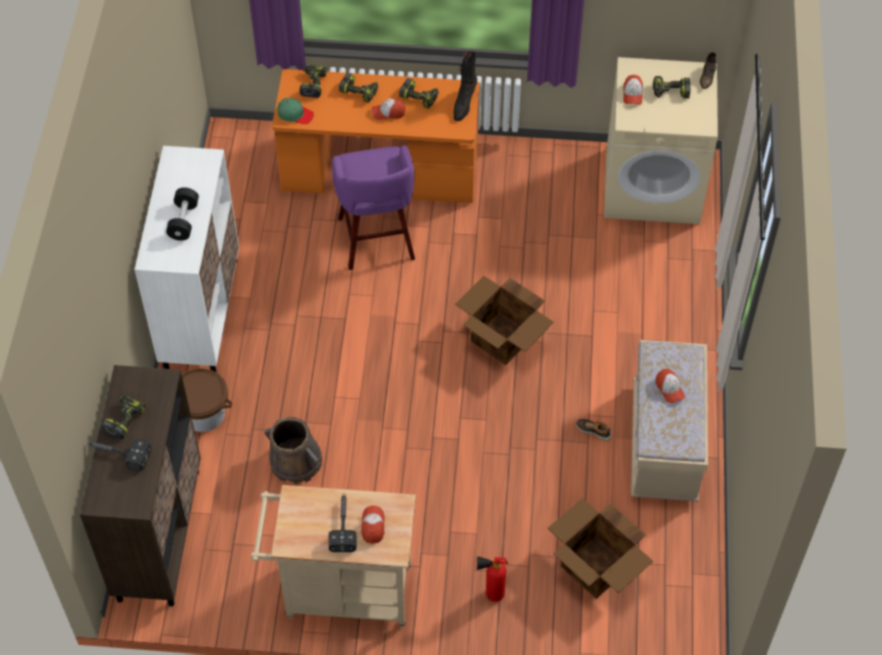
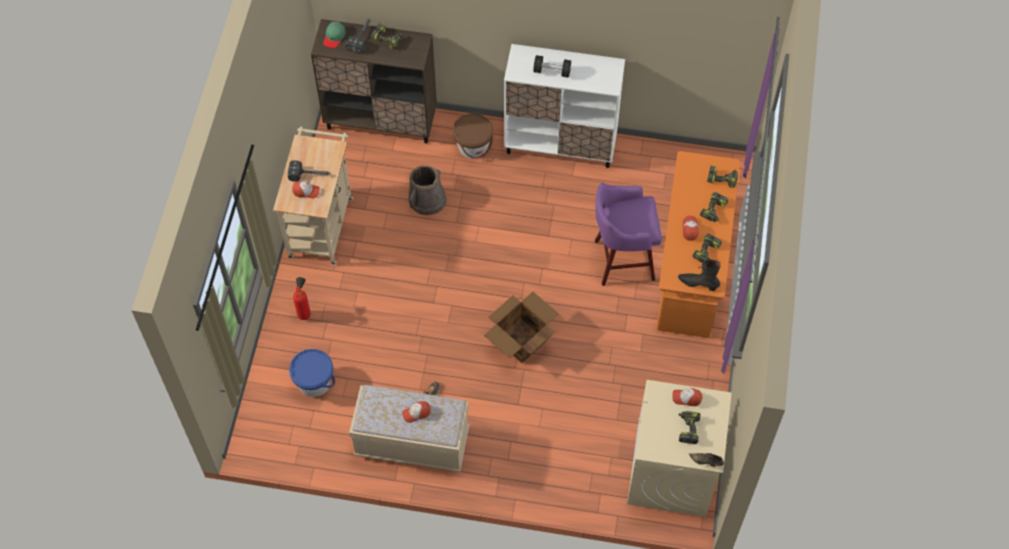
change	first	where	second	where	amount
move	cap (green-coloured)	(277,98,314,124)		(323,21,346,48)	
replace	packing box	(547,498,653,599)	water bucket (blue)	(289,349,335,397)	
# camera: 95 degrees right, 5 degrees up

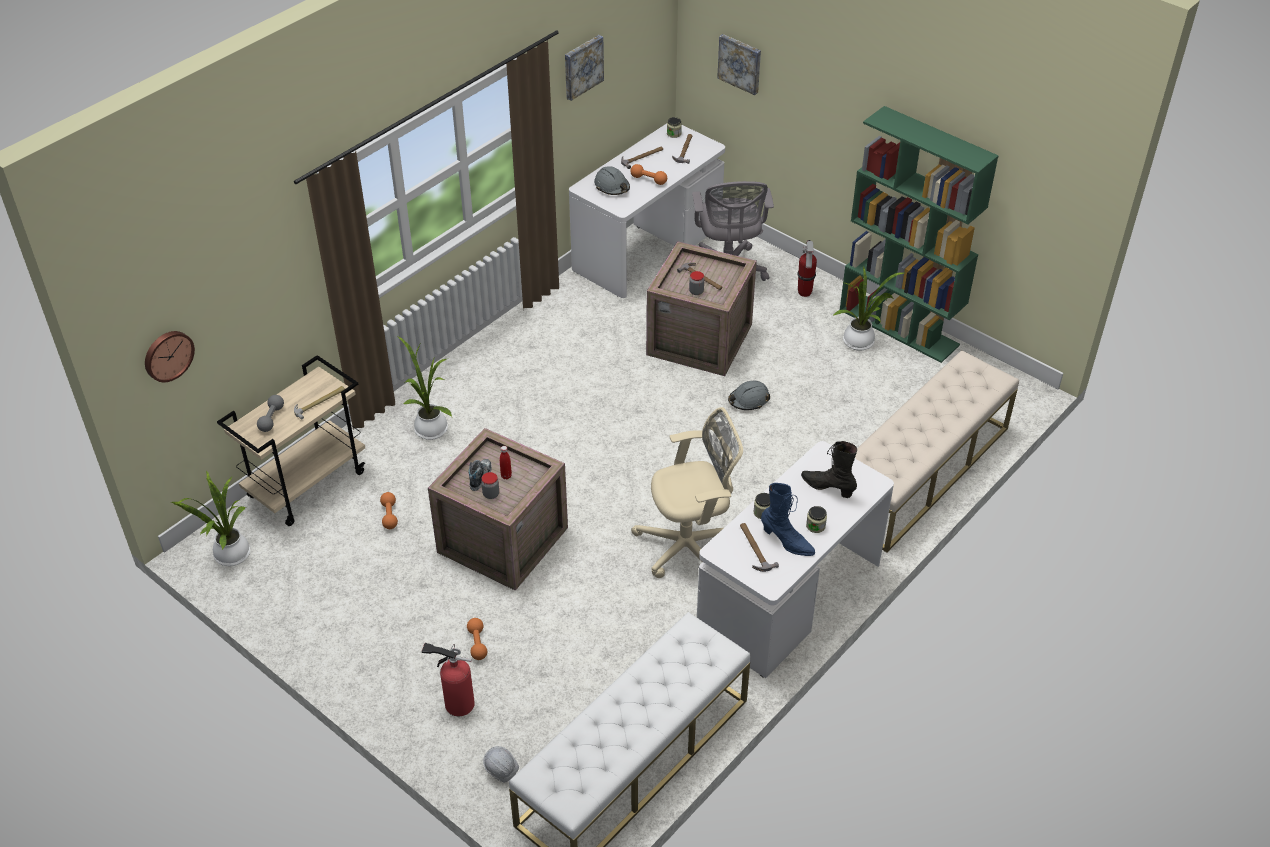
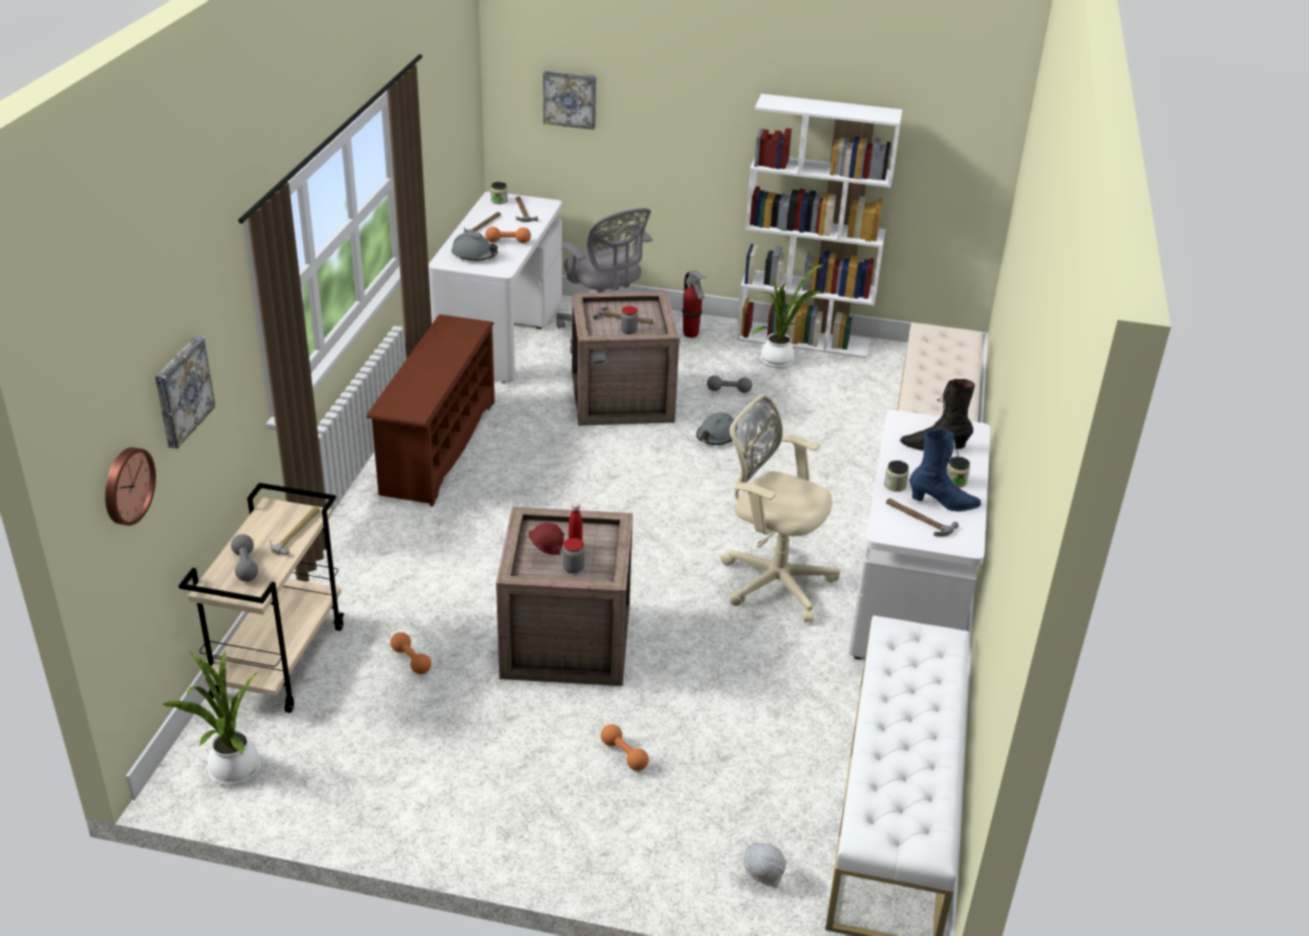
change	first	where	second	where	amount
delete	potted plant	(397,336,452,440)			
delete	extinguisher	(422,643,475,716)			
insert			shoe rack (brown)	(366,314,495,506)	
insert			dumbbell (grey)	(707,376,752,393)	
move	picture	(565,35,604,101)		(155,336,216,449)	
replace	item of footwear	(468,459,492,491)	work helmet (red)	(529,523,564,555)	
recolor	shelving unit (green-coloured)	(840,106,999,363)	shelving unit (white)	(736,94,902,359)	
rotate	desk chair (beige-coloured)	(631,407,743,578)		(721,394,841,623)	105 degrees counterclockwise
# camera: 30 degrees left, 10 degrees down

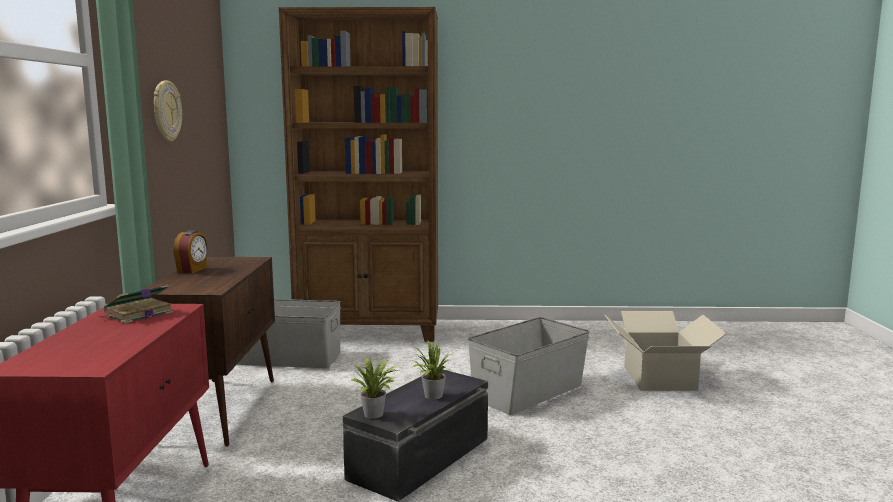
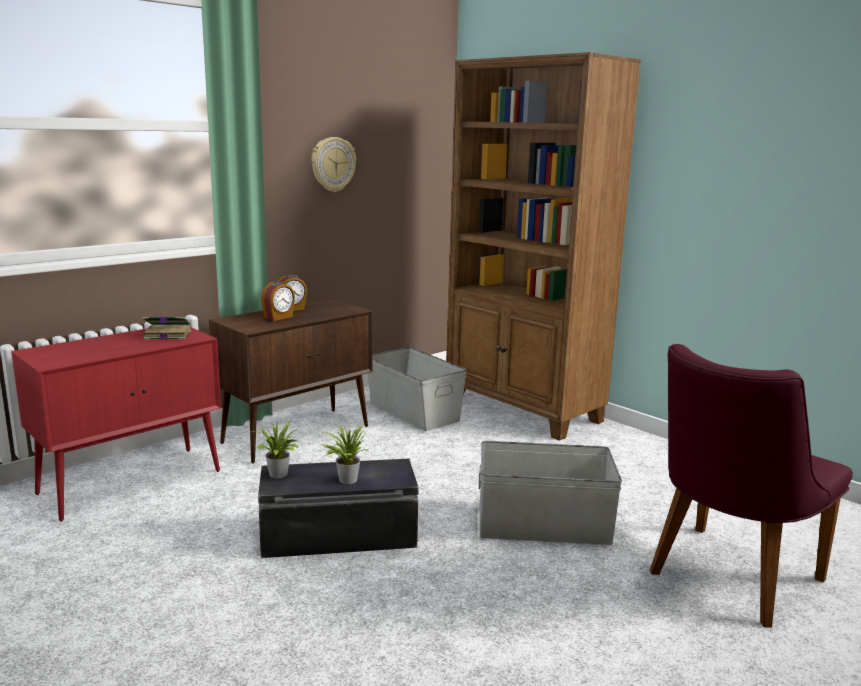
change	first	where	second	where	amount
insert			bedside clock	(261,281,295,321)	
replace	packing box	(605,311,727,391)	plain chair (purple)	(650,344,853,628)	
# camera: 45 degrees right, 5 degrees up

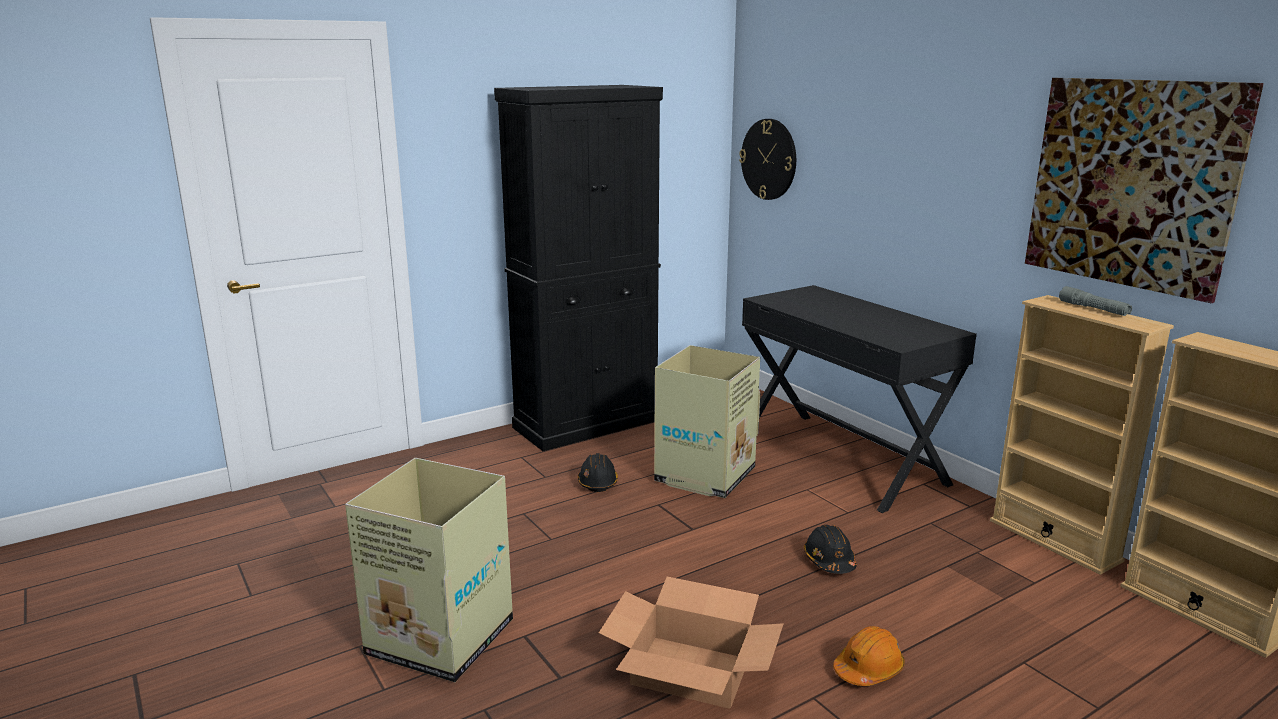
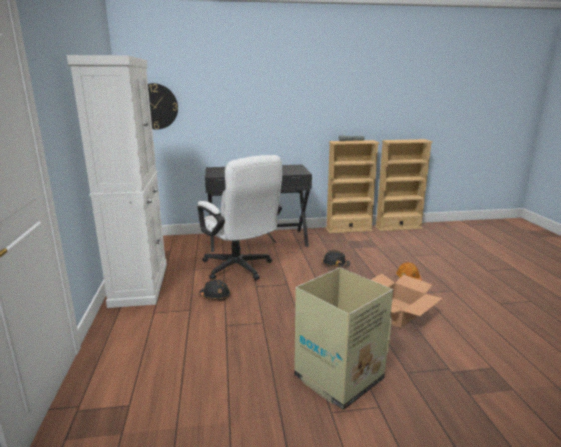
change	first	where	second	where	amount
delete	picture	(1025,78,1264,303)			
replace	packing box	(654,345,760,498)	desk chair (white)	(197,155,282,280)	
recolor	cabinet (black)	(494,85,663,451)	cabinet (white)	(67,55,167,308)	
# camera: 65 degrees left, 0 degrees up

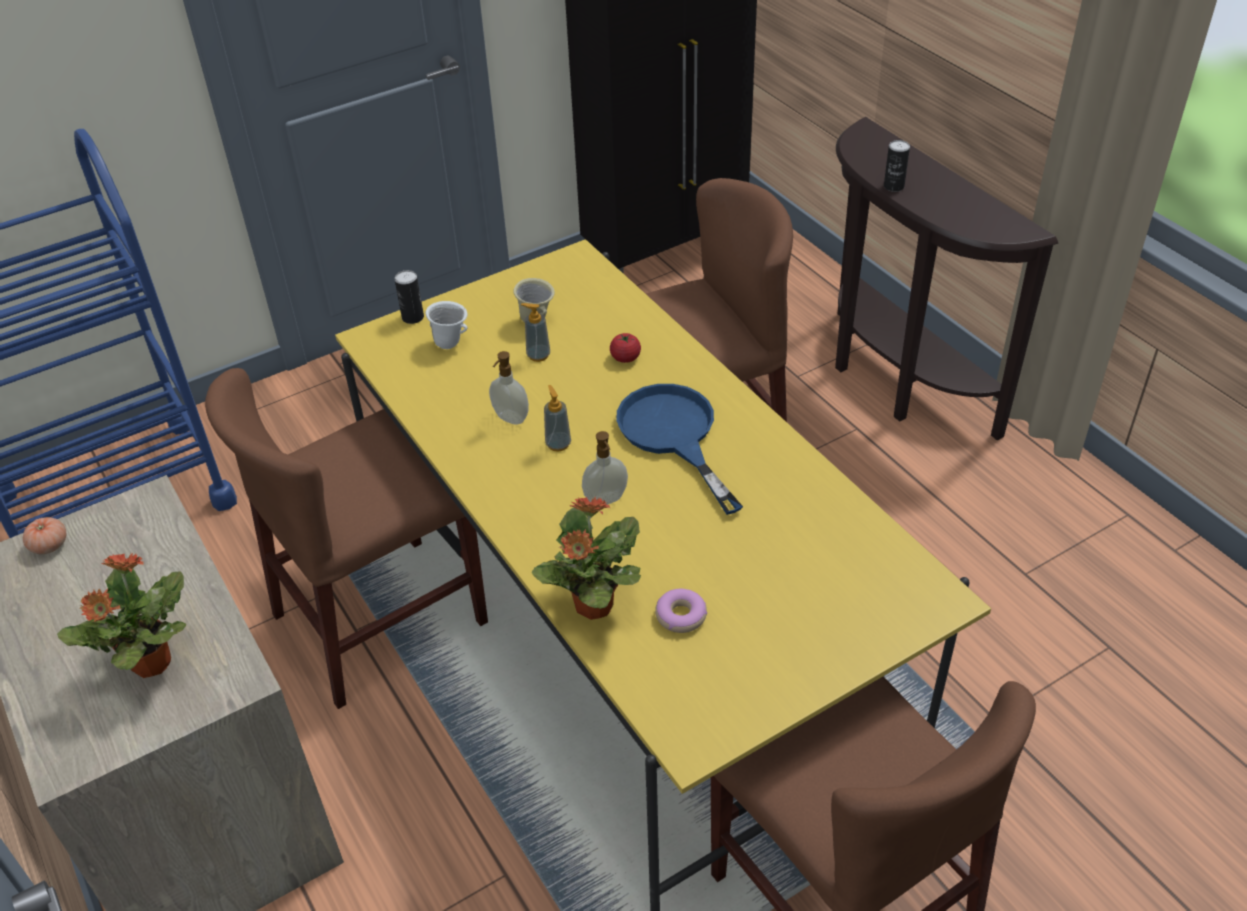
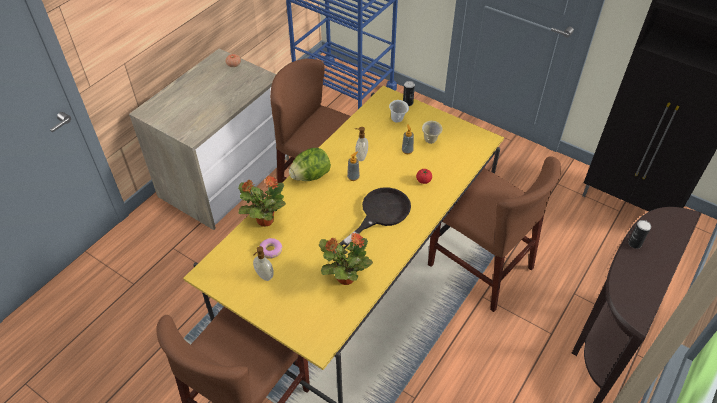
change	first	where	second	where	amount
insert			lettuce head	(289,148,331,181)	
move	potted plant	(57,553,187,678)		(319,233,373,285)	
move	soap bottle	(582,431,628,505)		(253,246,274,281)	
recolor	frying pan (blue)	(616,384,743,515)	frying pan (black)	(340,187,411,249)	
# camera: 65 degrees right, 5 degrees up

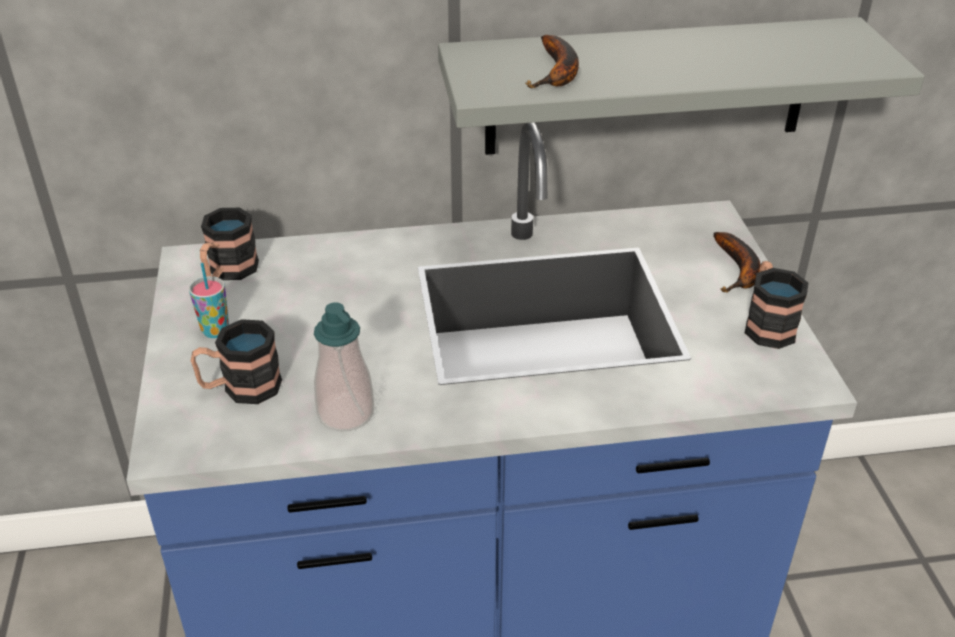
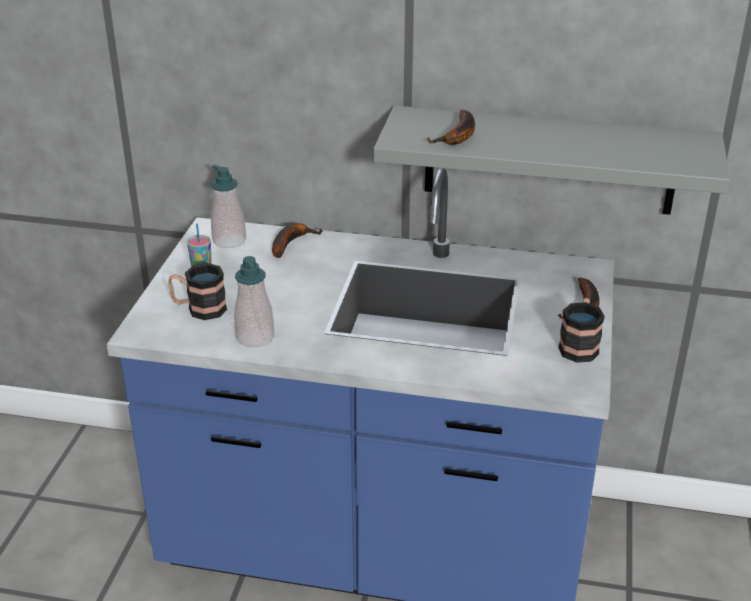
change	first	where	second	where	amount
insert			whole banana	(272,223,323,258)	
replace	mug	(200,208,259,280)	soap bottle	(211,165,246,248)	
# camera: 20 degrees right, 5 degrees down

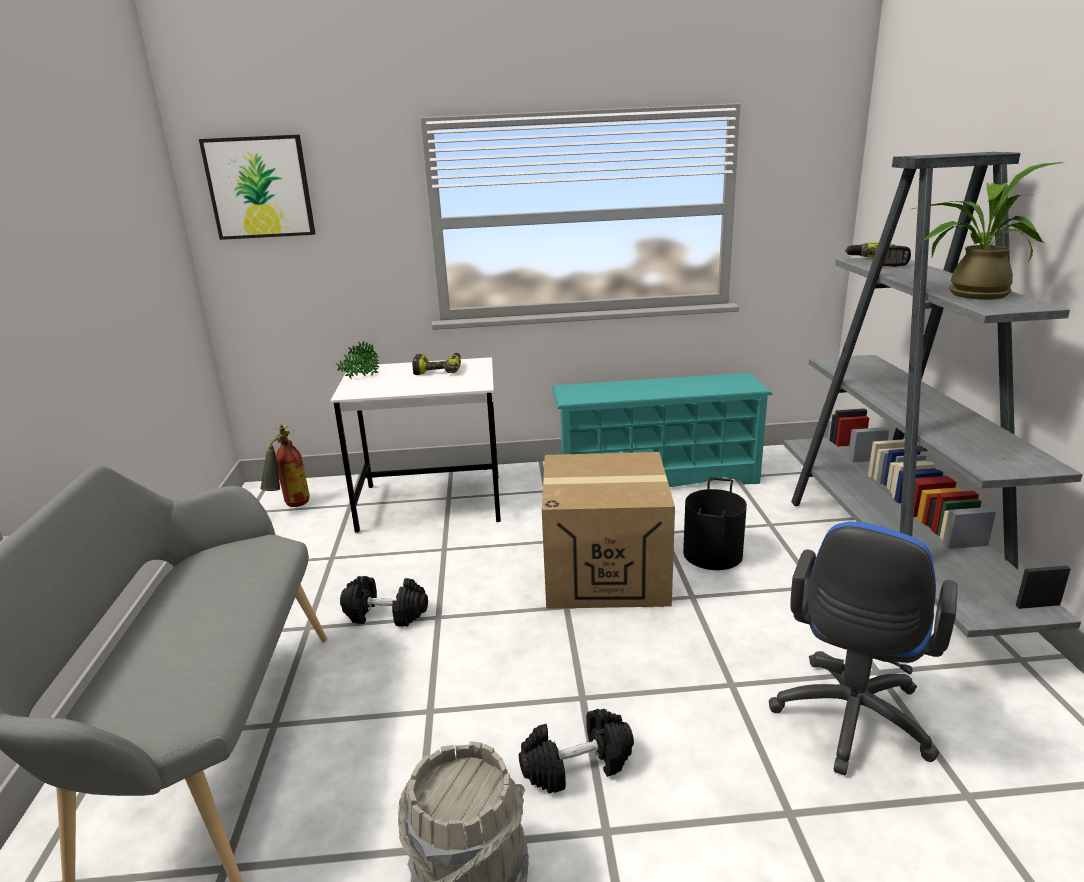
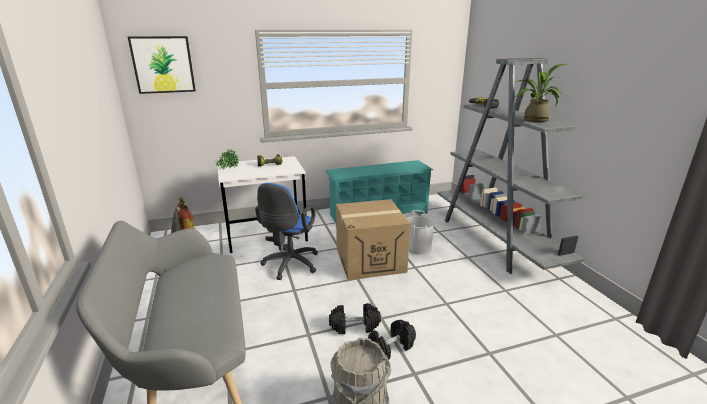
change	first	where	second	where	amount
move	dumbbell (black)	(340,576,428,626)		(329,303,381,334)	
move	desk chair (blue)	(769,522,958,775)		(255,183,318,280)	
recolor	water bucket (black)	(683,477,747,570)	water bucket (white)	(407,210,434,254)	
# camera: 15 degrees left, 0 degrees up

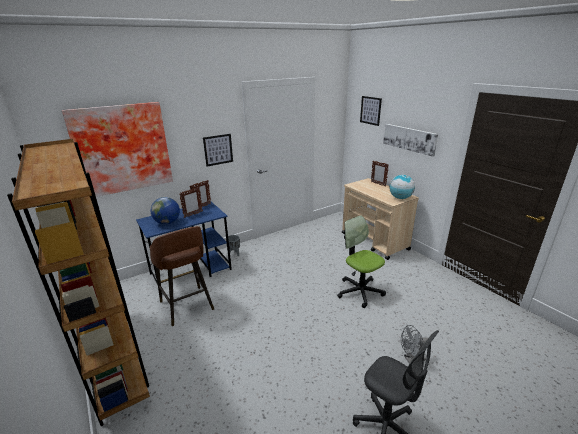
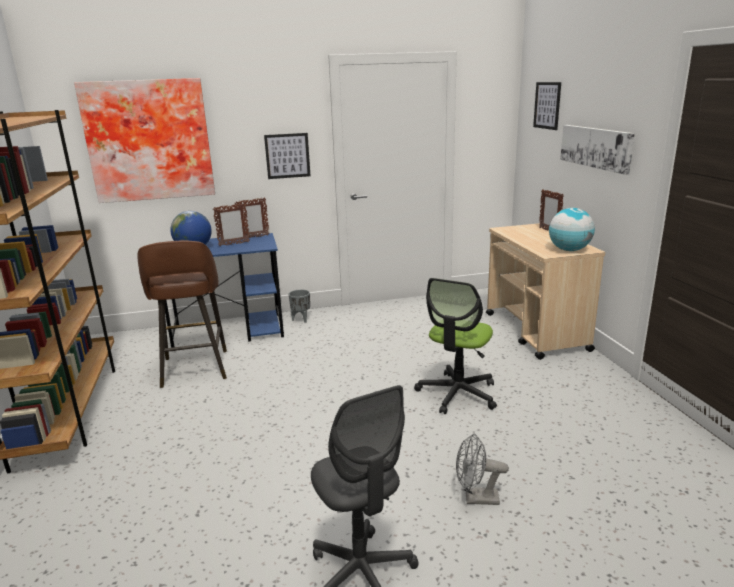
change	first	where	second	where	amount
rotate	desk chair	(337,215,386,308)		(414,278,497,414)	135 degrees counterclockwise
# camera: 20 degrees right, 5 degrees down

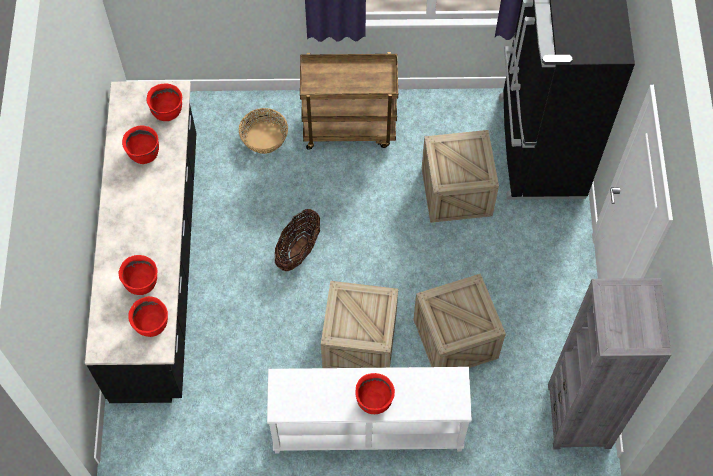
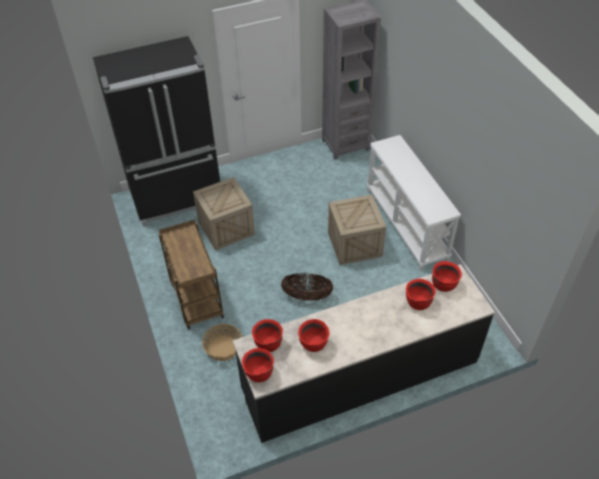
change	first	where	second	where	amount
delete	shipping crate	(413,273,506,368)			
move	stockpot (red)	(355,373,395,414)		(242,348,274,383)	
# camera: 110 degrees left, 15 degrees down

